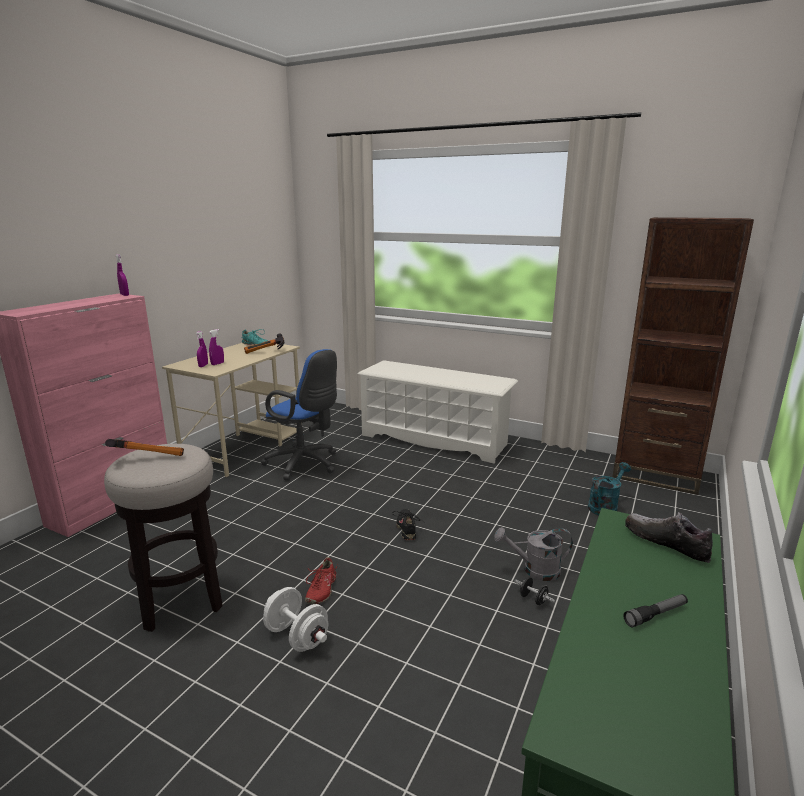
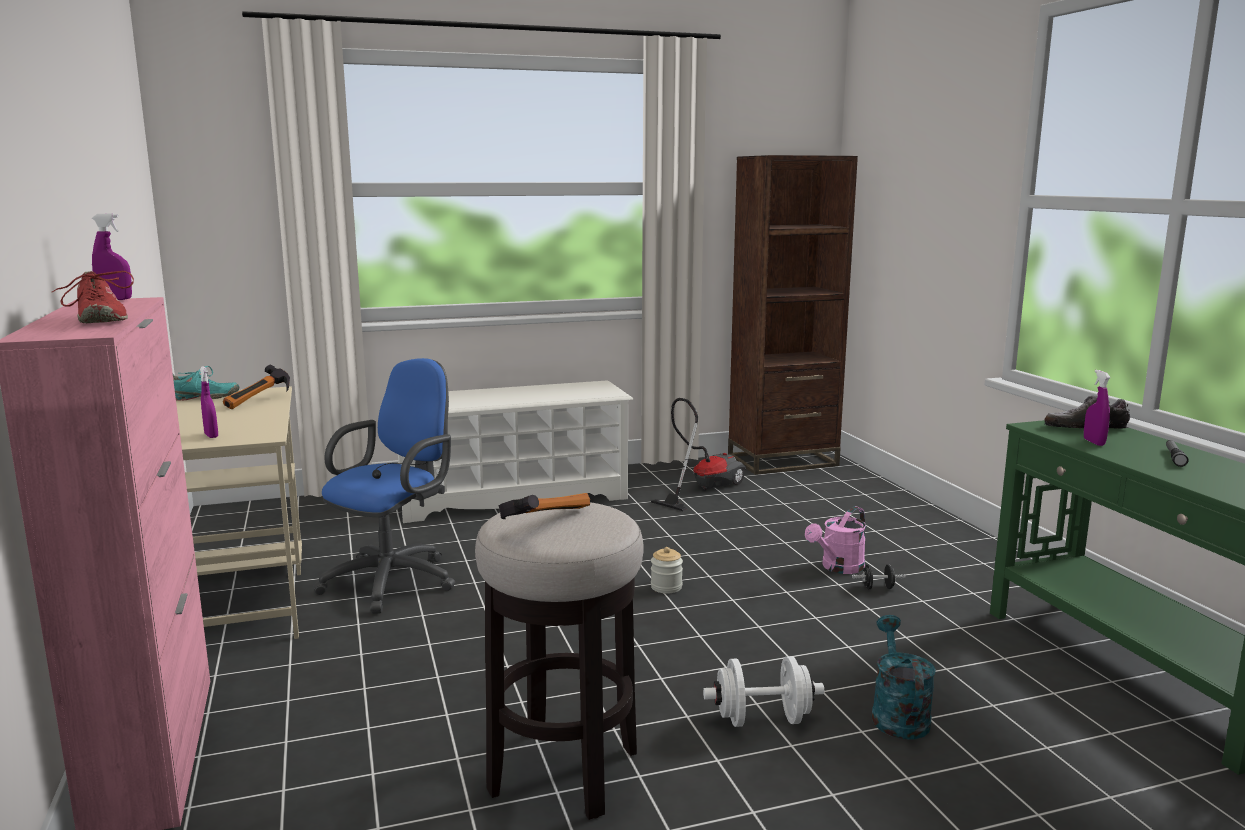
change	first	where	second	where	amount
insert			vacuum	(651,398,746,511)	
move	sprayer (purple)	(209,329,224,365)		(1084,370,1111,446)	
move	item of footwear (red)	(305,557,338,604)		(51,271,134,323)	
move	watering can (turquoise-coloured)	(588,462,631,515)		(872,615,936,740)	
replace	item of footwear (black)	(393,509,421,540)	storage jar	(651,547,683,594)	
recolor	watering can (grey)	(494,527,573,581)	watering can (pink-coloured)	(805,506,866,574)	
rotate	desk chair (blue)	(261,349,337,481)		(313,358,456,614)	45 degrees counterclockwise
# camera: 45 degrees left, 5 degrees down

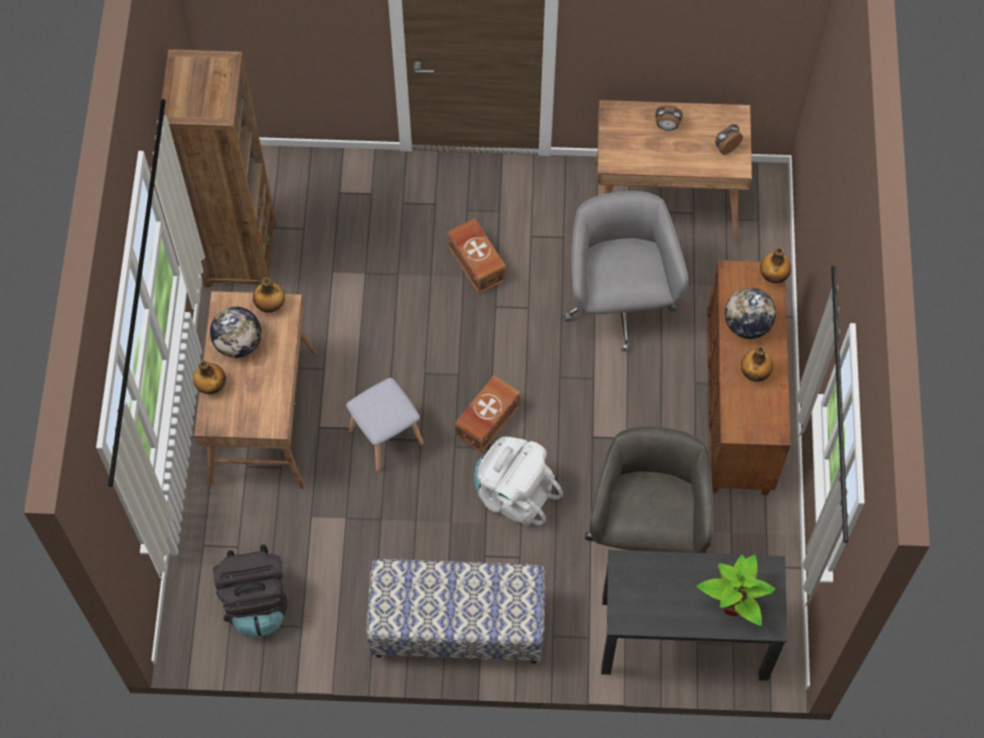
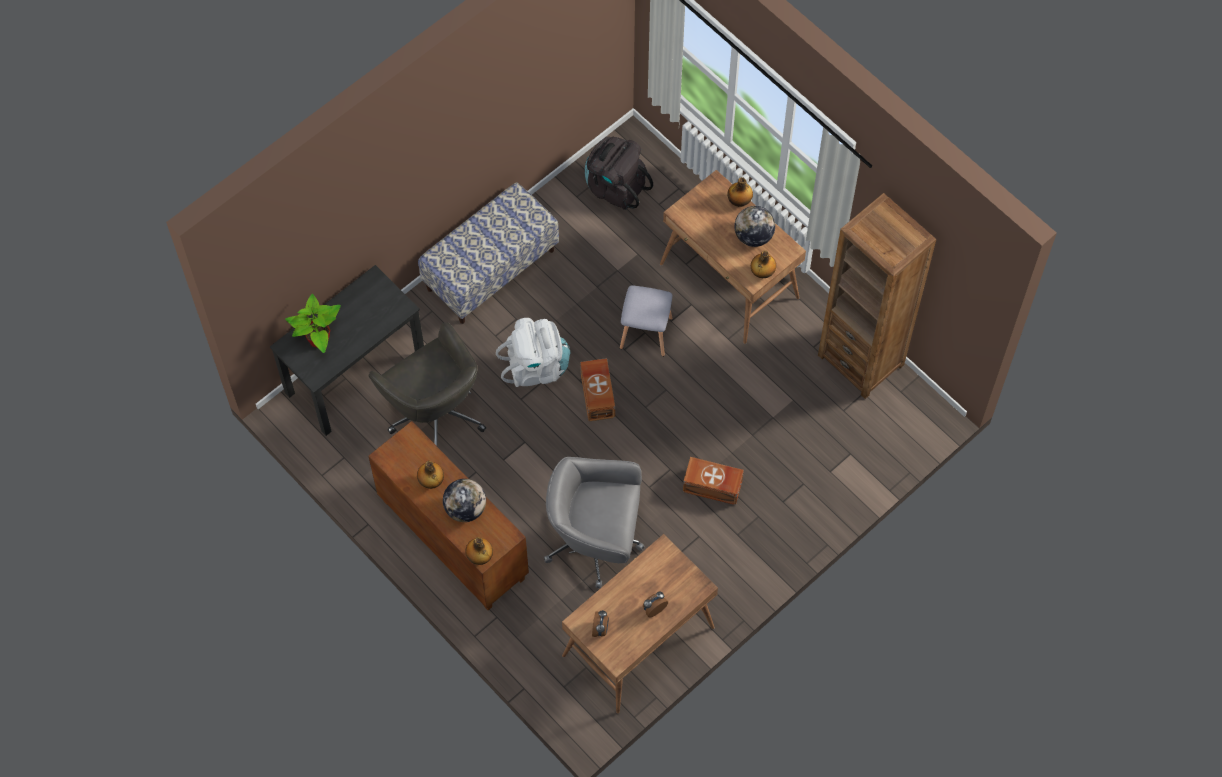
change	first	where	second	where	amount
rotate	desk chair (grey)	(563,191,688,352)		(544,457,645,588)	150 degrees clockwise
# camera: 135 degrees right, 0 degrees up

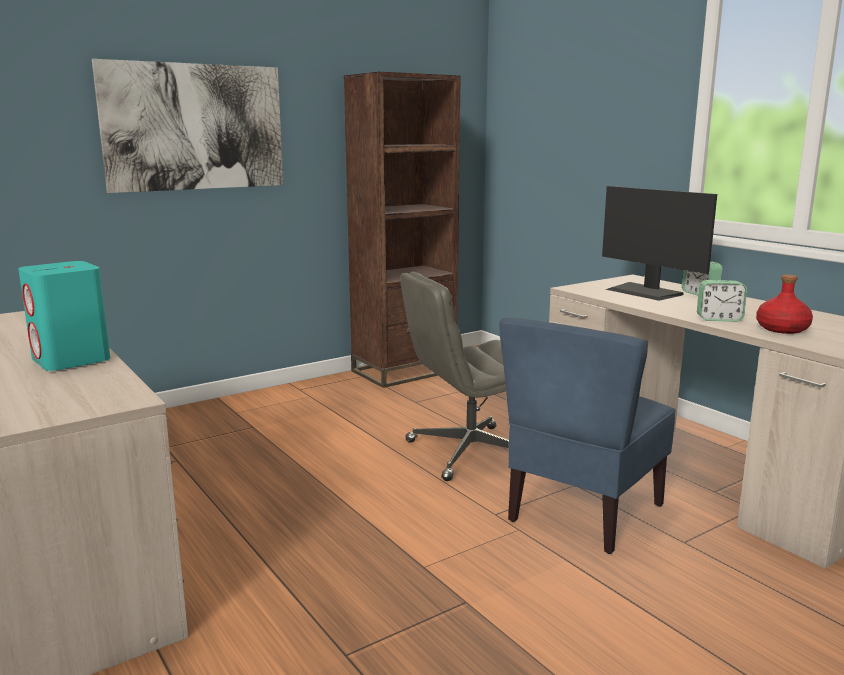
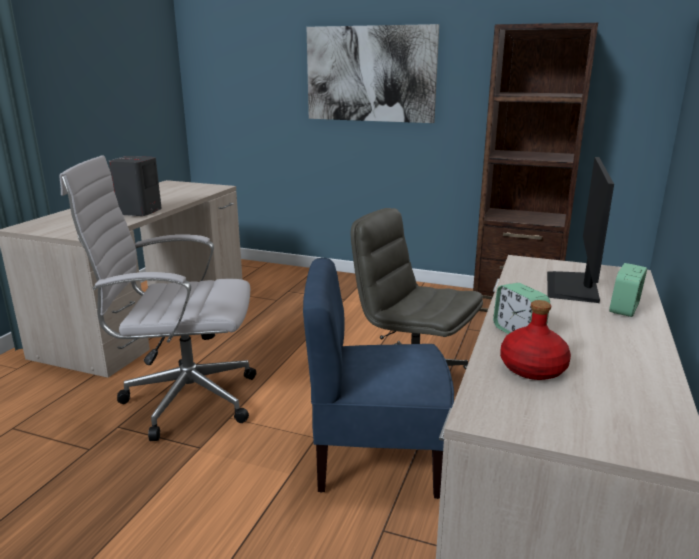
change	first	where	second	where	amount
insert			desk chair (white)	(59,155,256,441)	
recolor	loudspeaker (turquoise-coloured)	(18,261,110,371)	loudspeaker (grey)	(109,156,162,216)	
# camera: 55 degrees right, 5 degrees up

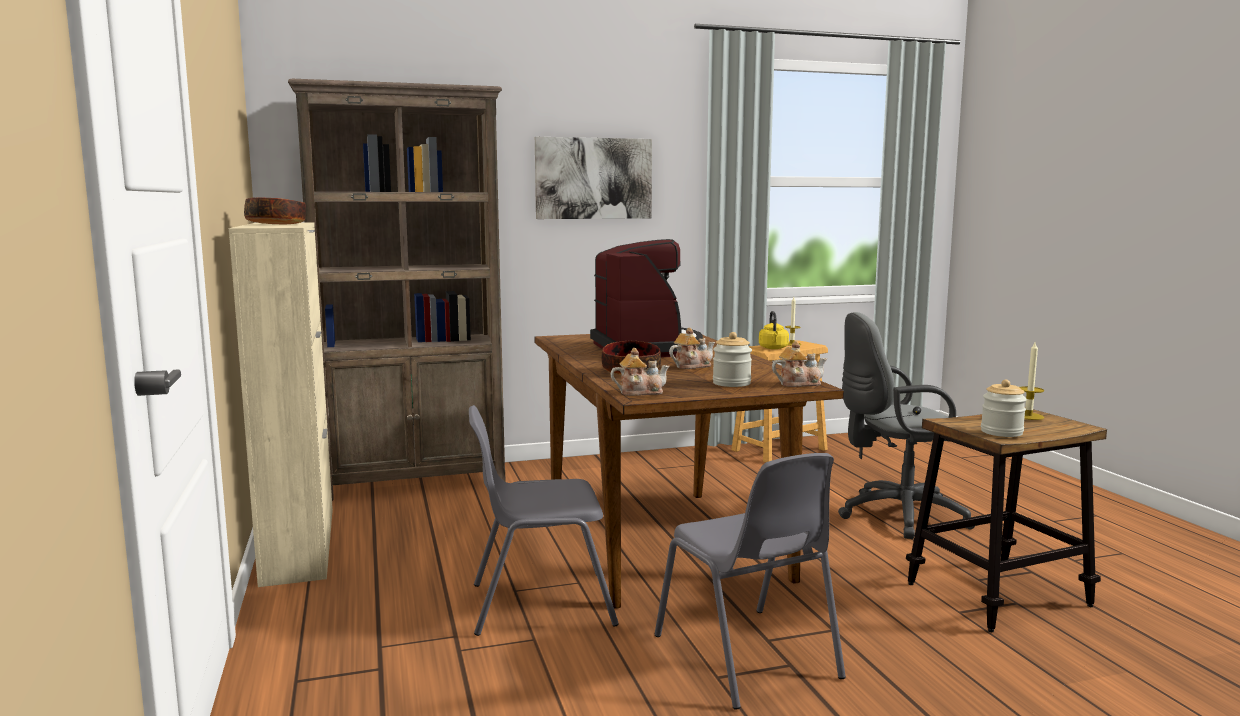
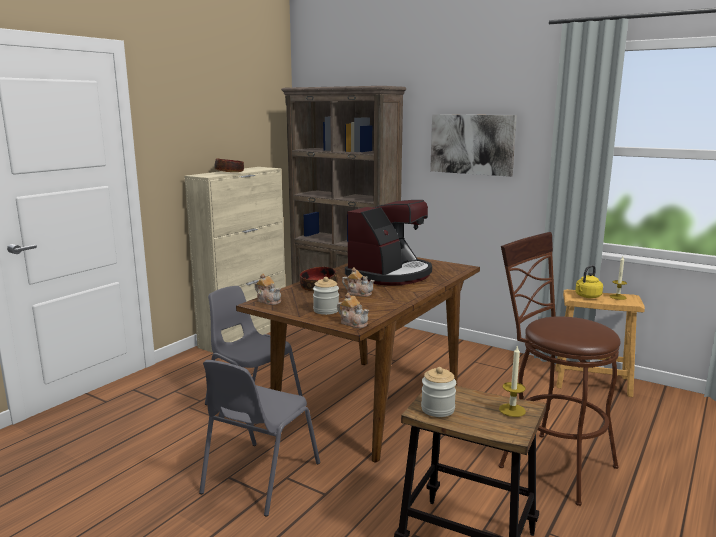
change	first	where	second	where	amount
replace	desk chair (grey)	(838,312,975,539)	sitting stool (brown)	(499,232,621,506)	
# camera: 50 degrees right, 5 degrees up

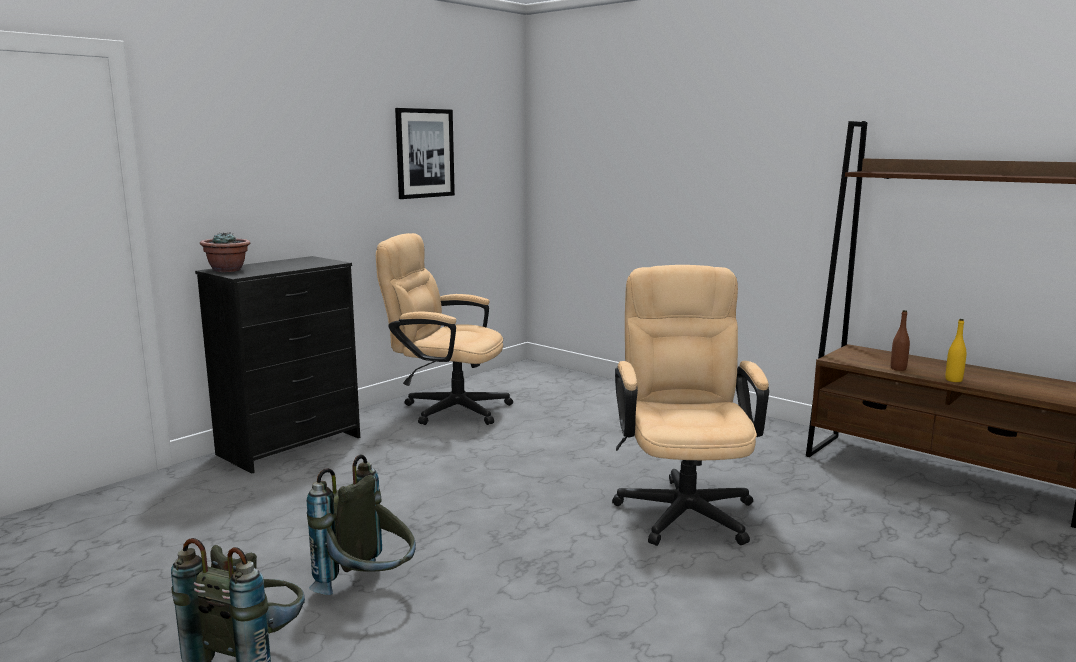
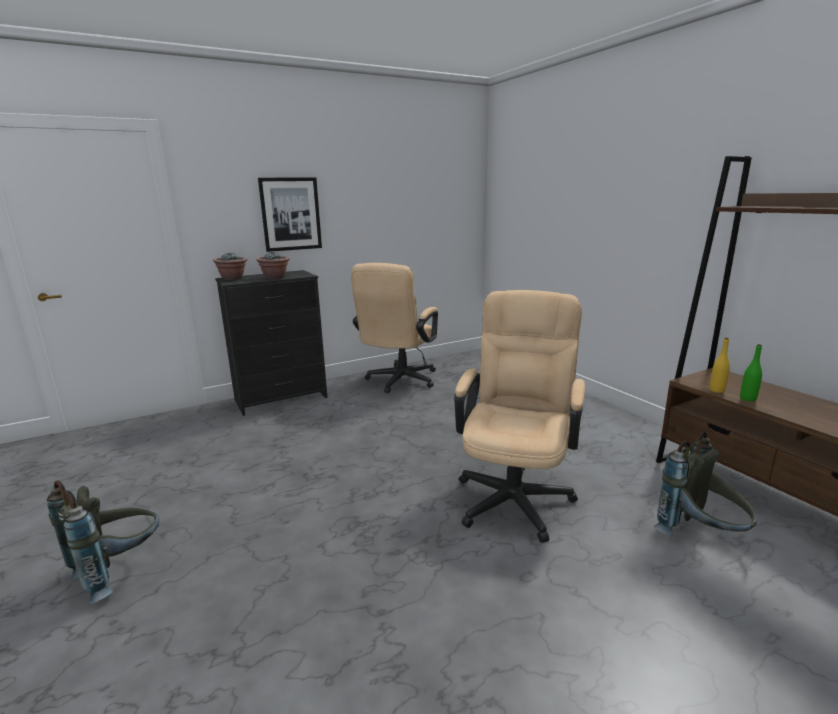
change	first	where	second	where	amount
insert			potted plant	(256,251,290,279)	
move	knapsack (grey)	(307,455,416,595)		(654,431,757,536)	
move	picture	(395,108,455,199)		(258,177,322,252)	
move	beverage bottle (yellow-coloured)	(945,319,966,382)		(710,338,730,393)	
recolor	beverage bottle (brown)	(891,310,910,371)	beverage bottle (green-coloured)	(740,344,762,402)	
rotate	desk chair (beige-coloured)	(376,233,513,425)		(351,263,438,393)	105 degrees counterclockwise
# camera: 20 degrees right, 5 degrees up

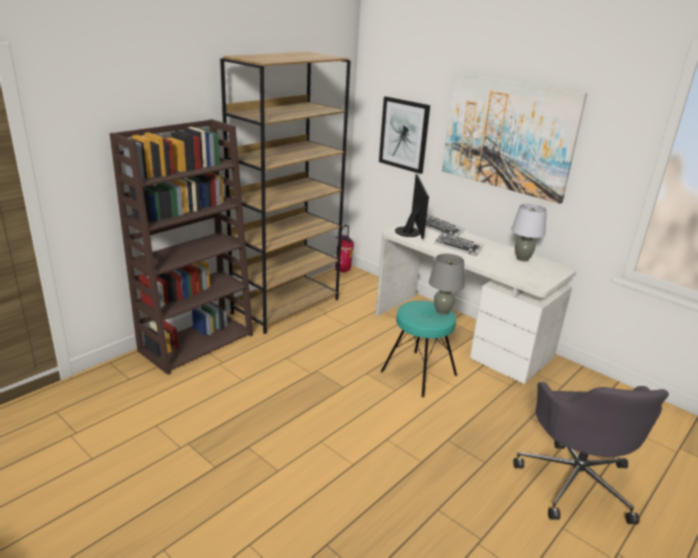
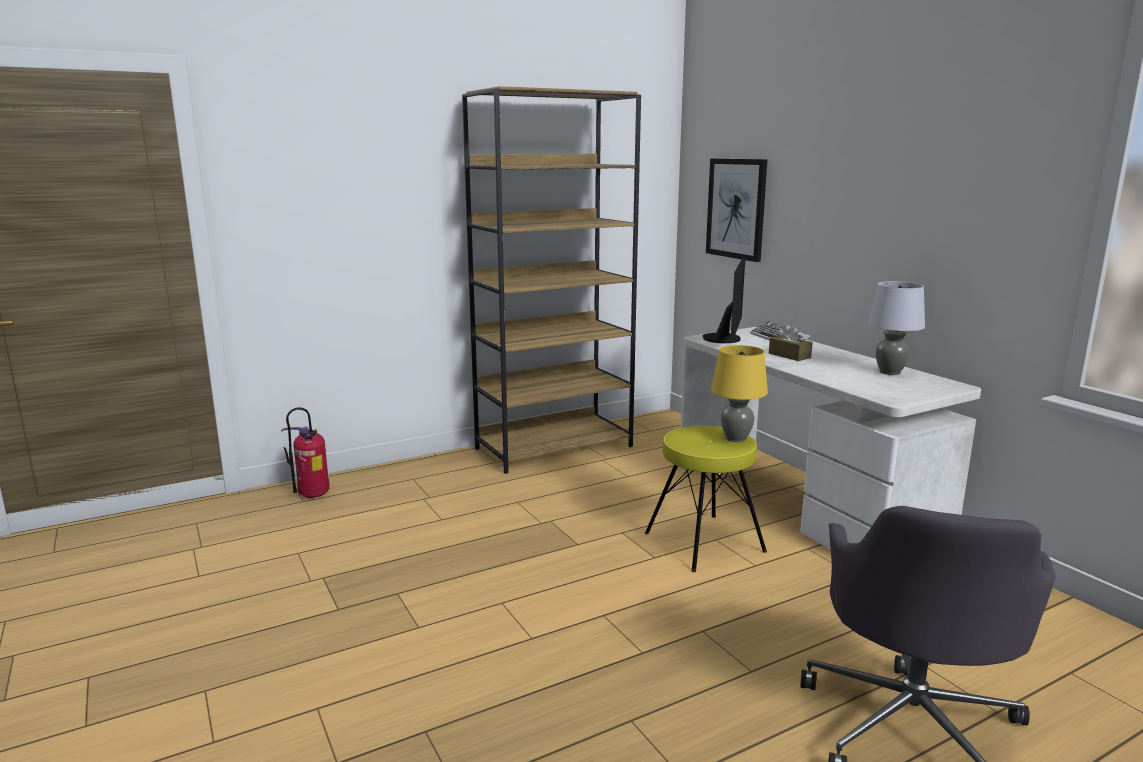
change	first	where	second	where	amount
delete	shelving unit (brown)	(110,119,253,375)			
delete	picture	(442,73,587,204)			
move	extinguisher	(335,225,354,272)		(281,407,330,498)	
replace	computer keyboard	(434,232,484,256)	box of tissues (brown)	(769,324,813,361)	
recolor	sitting stool (turquoise-coloured)	(381,301,457,398)	sitting stool (yellow-coloured)	(645,425,767,572)	
recolor	tabletop lamp (grey)	(429,254,464,315)	tabletop lamp (yellow-coloured)	(711,345,768,442)	
# camera: 20 degrees right, 10 degrees down

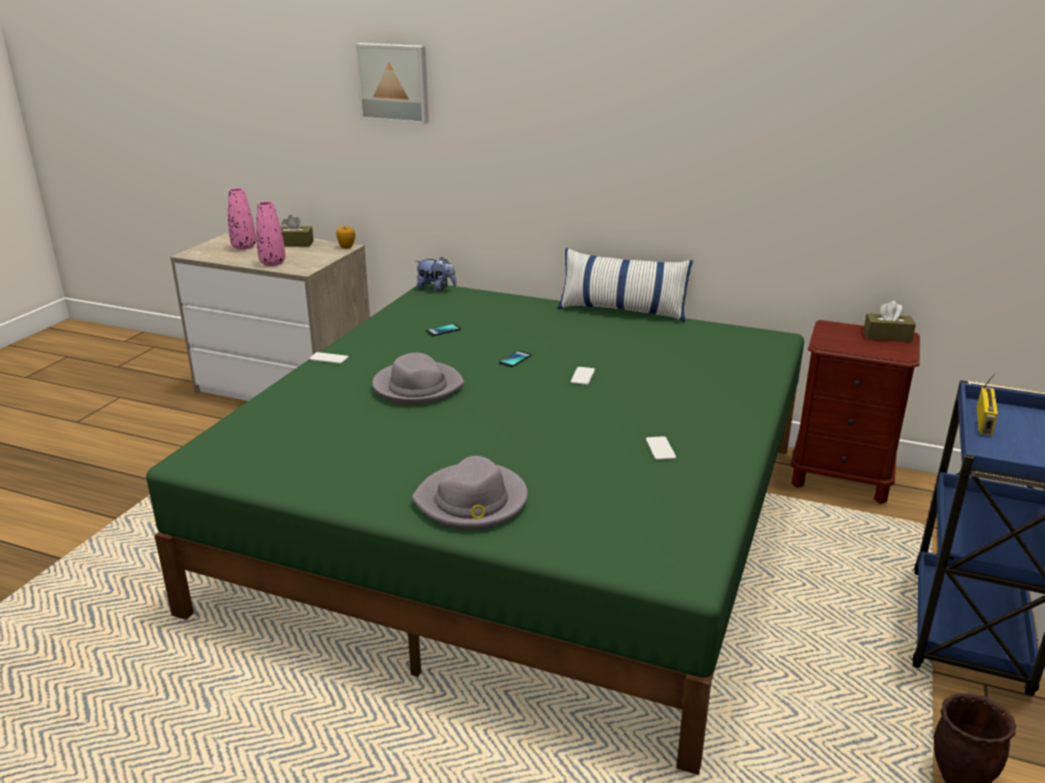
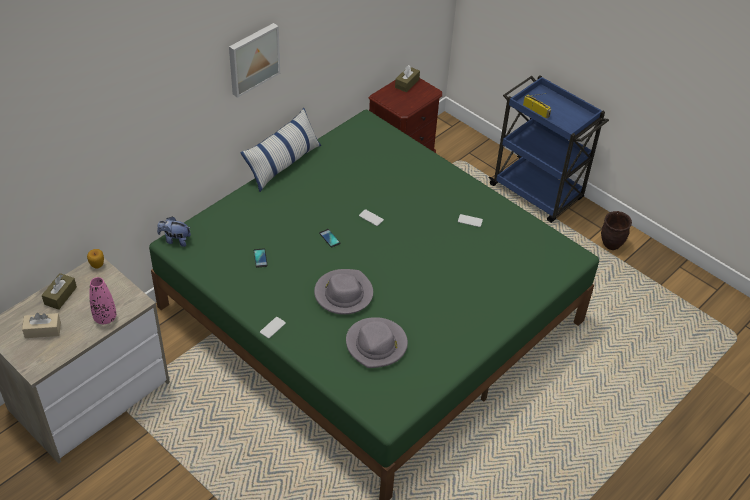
change	first	where	second	where	amount
move	picture	(355,43,429,125)		(229,23,280,98)	
move	wearable hat (grey)	(412,456,528,530)		(346,317,408,368)	
replace	decorative vase (pink-coloured)	(228,188,256,250)	box of tissues (beige-coloured)	(22,313,61,338)	
rotate	soft toy	(415,257,456,292)		(157,216,191,247)	120 degrees counterclockwise
# camera: 70 degrees left, 20 degrees up

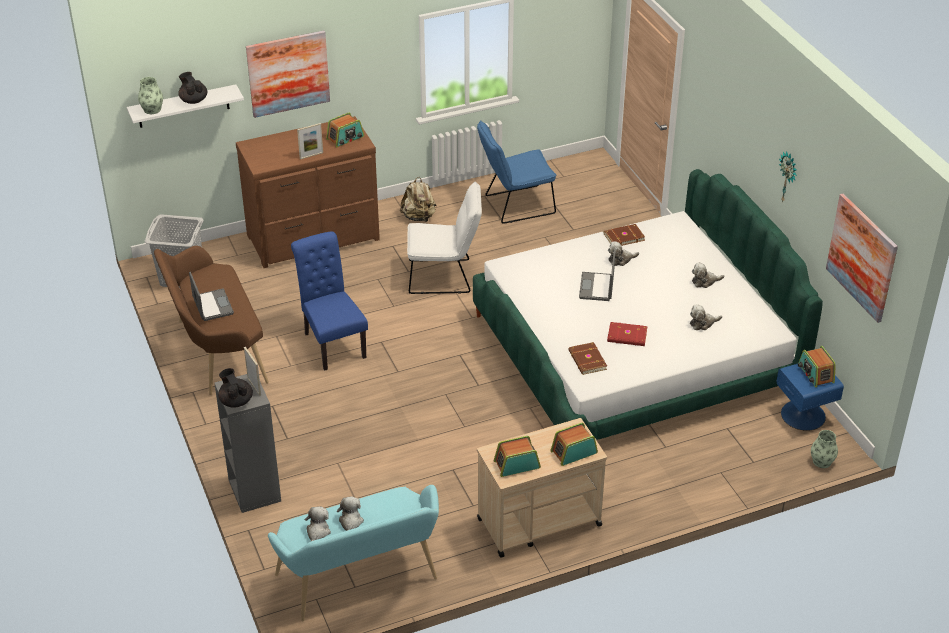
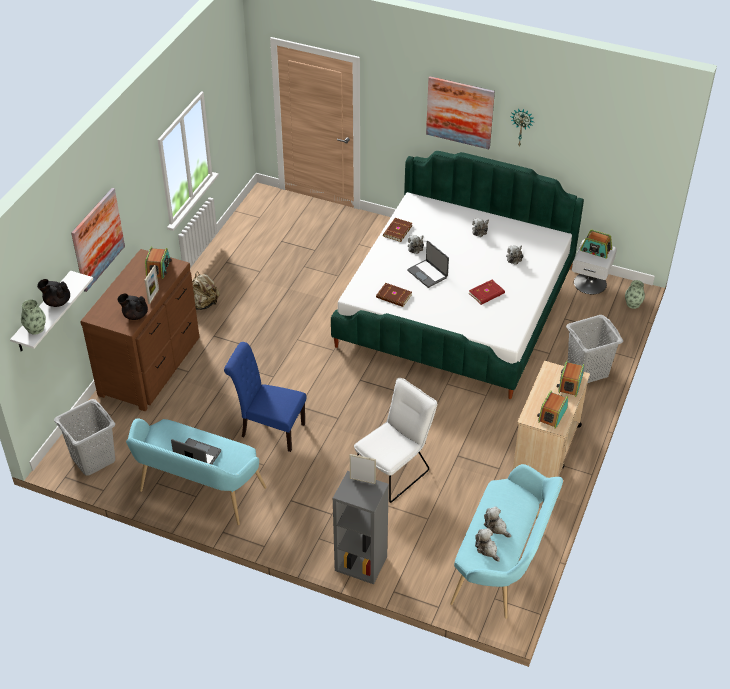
change	first	where	second	where	amount
delete	plain chair (blue)	(477,120,556,224)			
insert			hamper (grey)	(566,315,623,383)	
move	pot for tea (black)	(218,368,253,408)		(118,294,148,320)	
move	plain chair (white)	(407,182,482,294)		(354,378,437,503)	
move	volume (brown)	(569,342,607,375)		(376,283,412,307)	
move	picture	(826,194,898,323)		(426,76,495,149)	
recolor	long seat (brown)	(154,246,269,395)	long seat (turquoise-coloured)	(126,418,266,525)	
recolor	nightstand (blue)	(776,364,844,431)	nightstand (white)	(572,239,617,294)	
# camera: 45 degrees left, 5 degrees up

